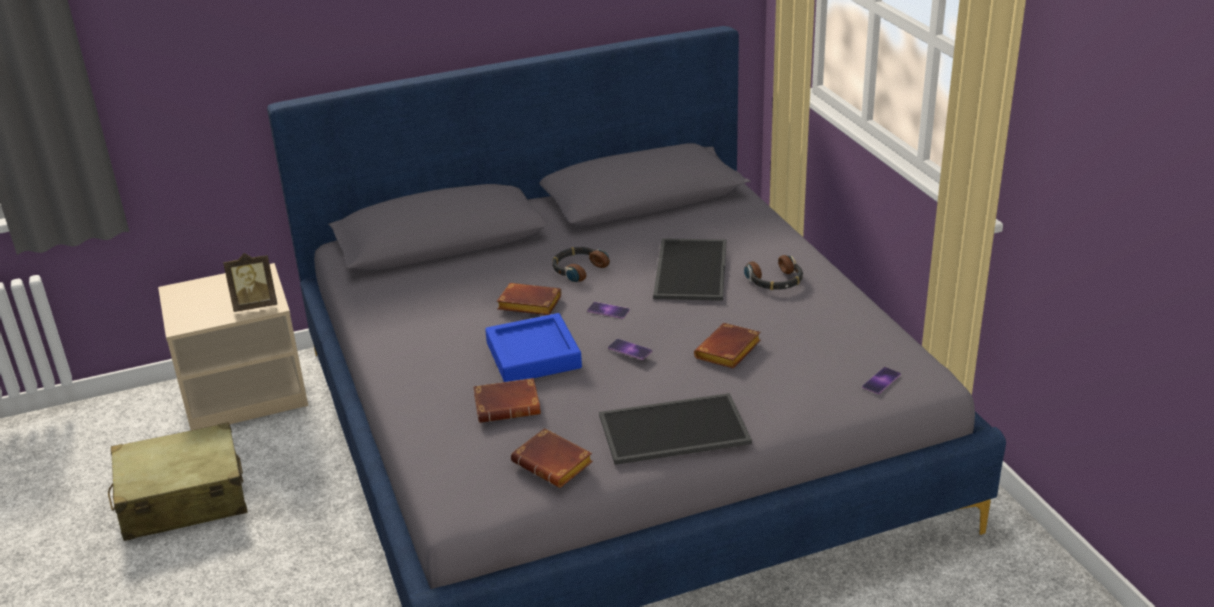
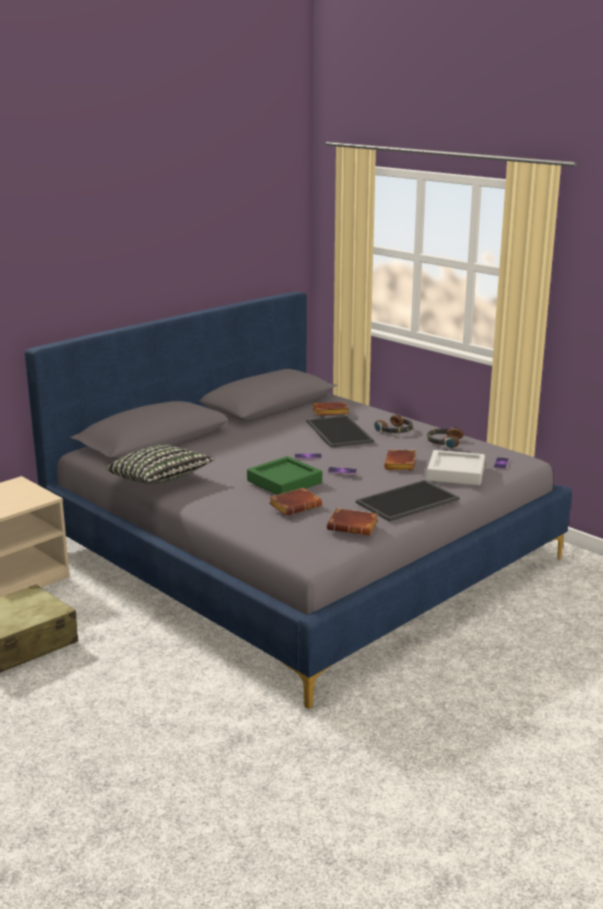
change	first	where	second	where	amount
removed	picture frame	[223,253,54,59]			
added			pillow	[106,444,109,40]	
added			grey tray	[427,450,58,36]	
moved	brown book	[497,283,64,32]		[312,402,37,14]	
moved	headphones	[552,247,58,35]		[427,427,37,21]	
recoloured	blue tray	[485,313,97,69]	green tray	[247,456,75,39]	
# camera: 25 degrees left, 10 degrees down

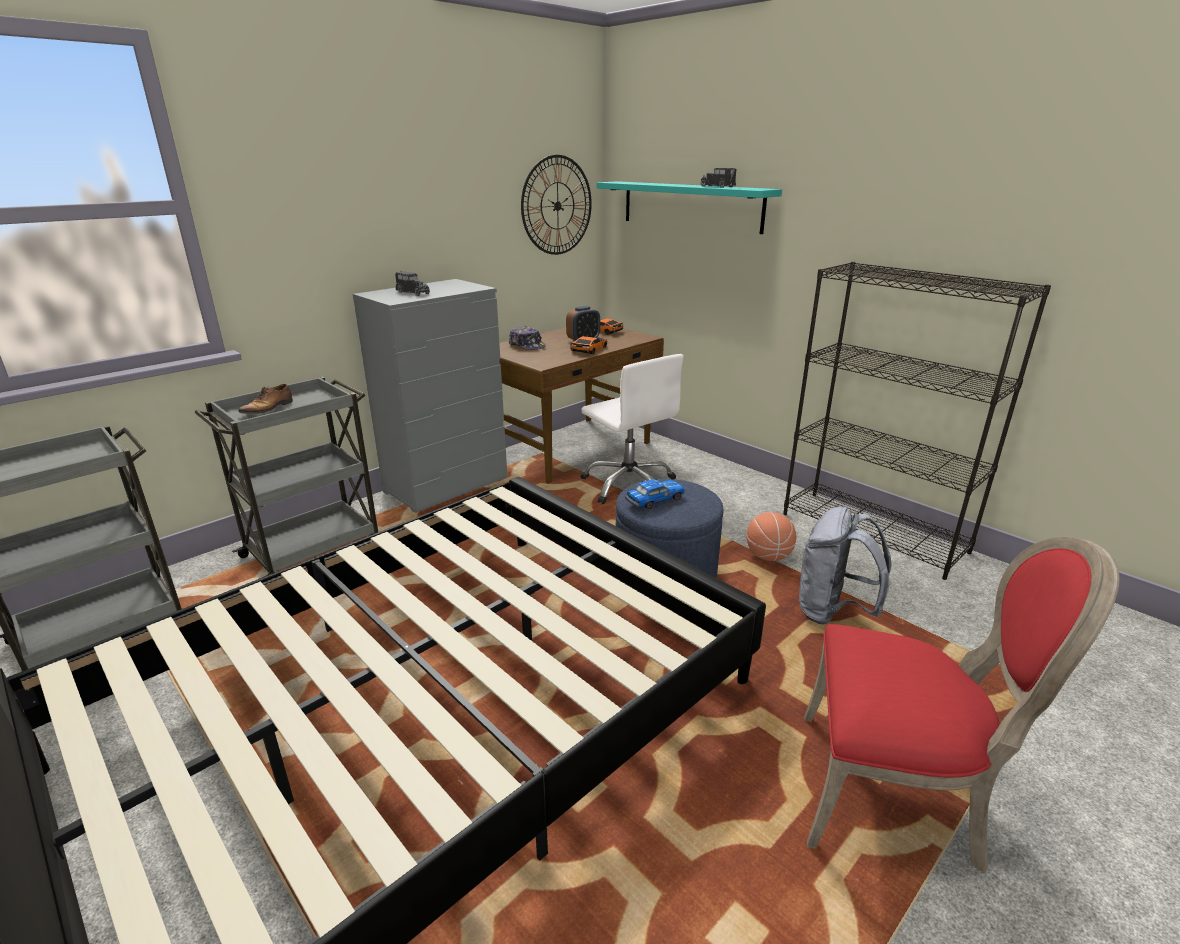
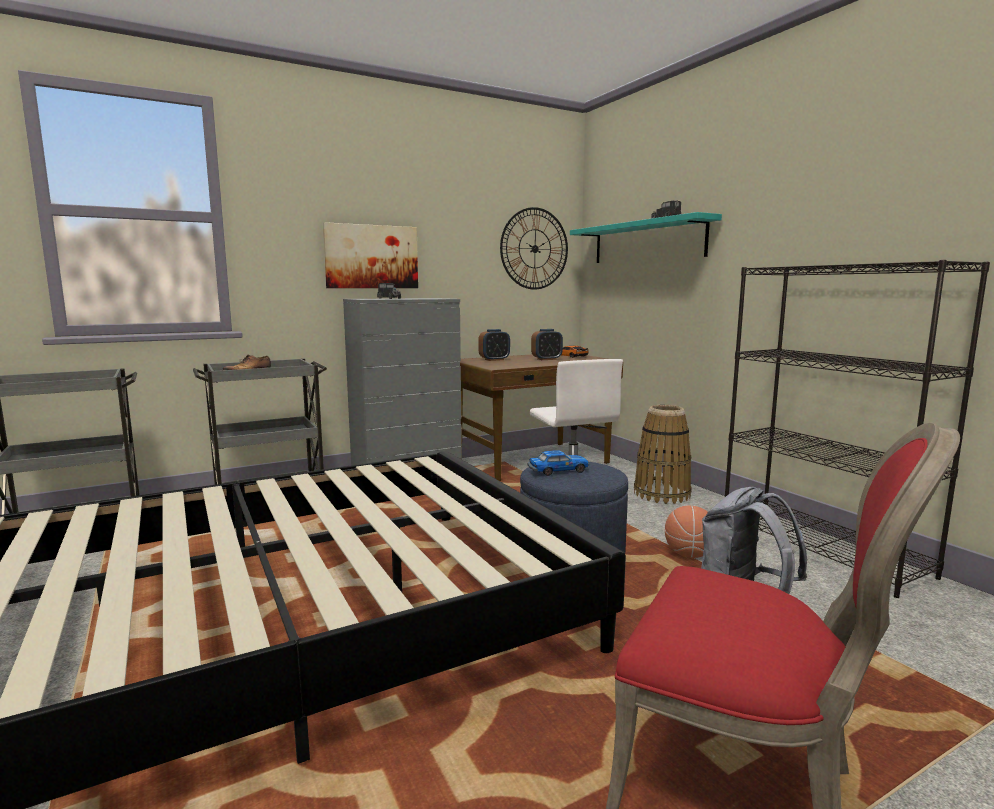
change	first	where	second	where	amount
removed	toy car	[570,336,37,18]			
added			picture	[323,222,95,66]	
added			basket	[634,405,58,99]	
replaced	cap	[509,327,37,23]	alarm clock	[478,329,32,32]	
# camera: 15 degrees right, 15 degrees down

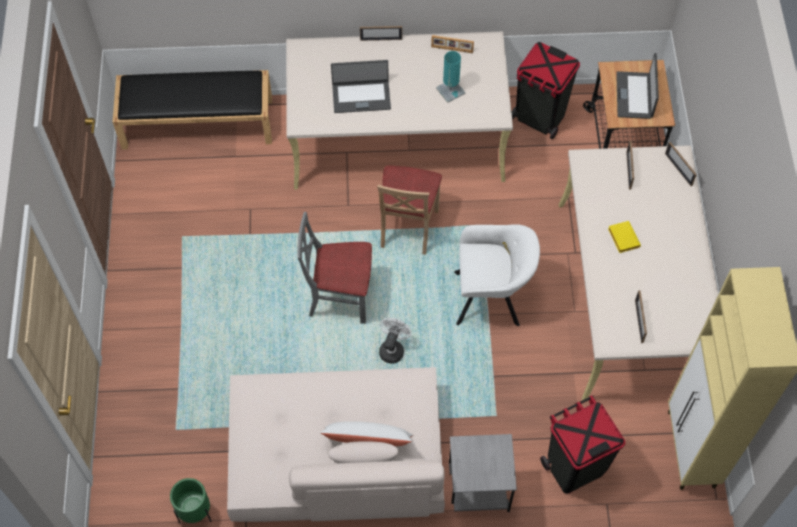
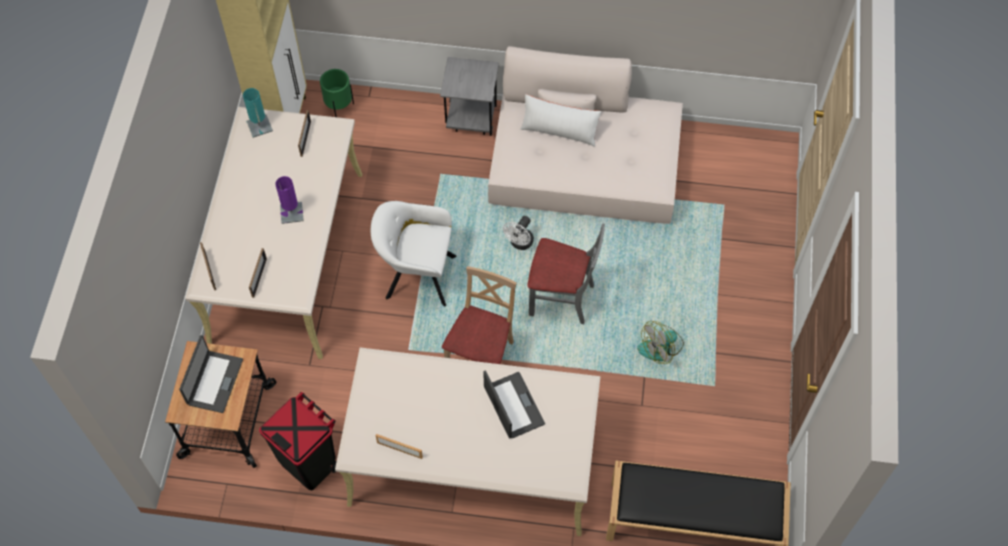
change	first	where	second	where	amount
removed	picture frame	[360,26,42,15]			
removed	black trash can	[540,395,85,99]			
added			fan	[637,321,47,43]	
moved	green planter	[170,478,42,45]		[320,69,34,48]	
moved	turquoise table lamp	[436,51,30,52]		[243,88,30,50]	
replaced	yellow book	[608,221,33,32]	purple table lamp	[275,176,29,48]	
turned	laptop	[331,60,60,53]		[483,370,62,68]	60 degrees clockwise
# camera: 170 degrees left, 0 degrees up

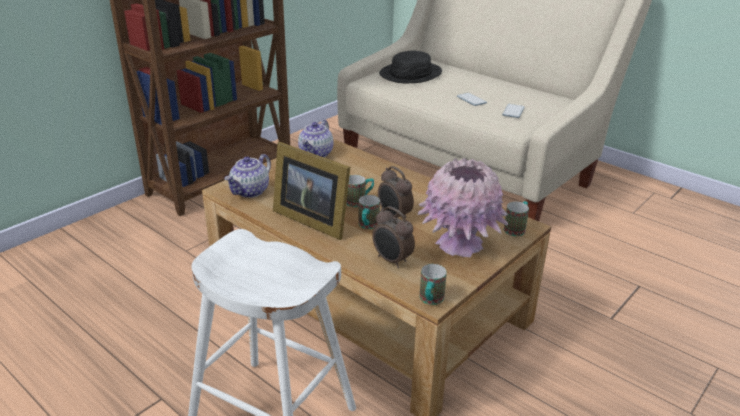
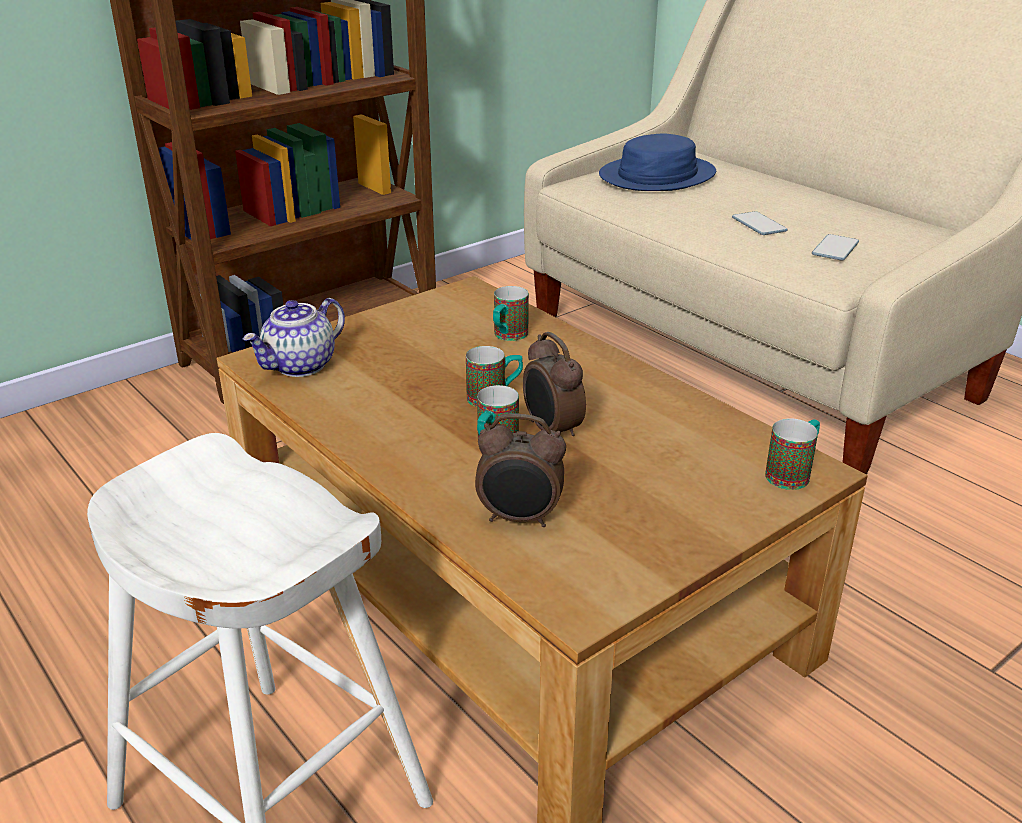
change	first	where	second	where	amount
removed	picture frame	[273,142,77,98]			
removed	teapot	[298,120,35,38]			
removed	pink vase	[418,158,90,99]			
moved	mug	[420,264,27,41]		[493,286,36,55]	
recoloured	black hat	[379,50,63,33]	blue hat	[599,133,117,58]	
turned	alarm clock	[372,206,43,62]		[475,413,91,114]	45 degrees counterclockwise
# camera: 10 degrees right, 0 degrees up

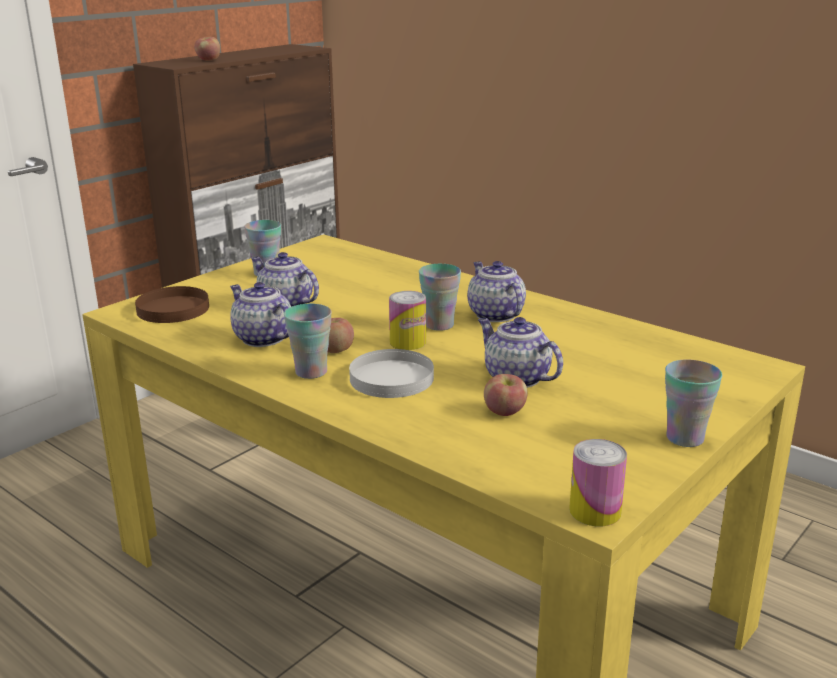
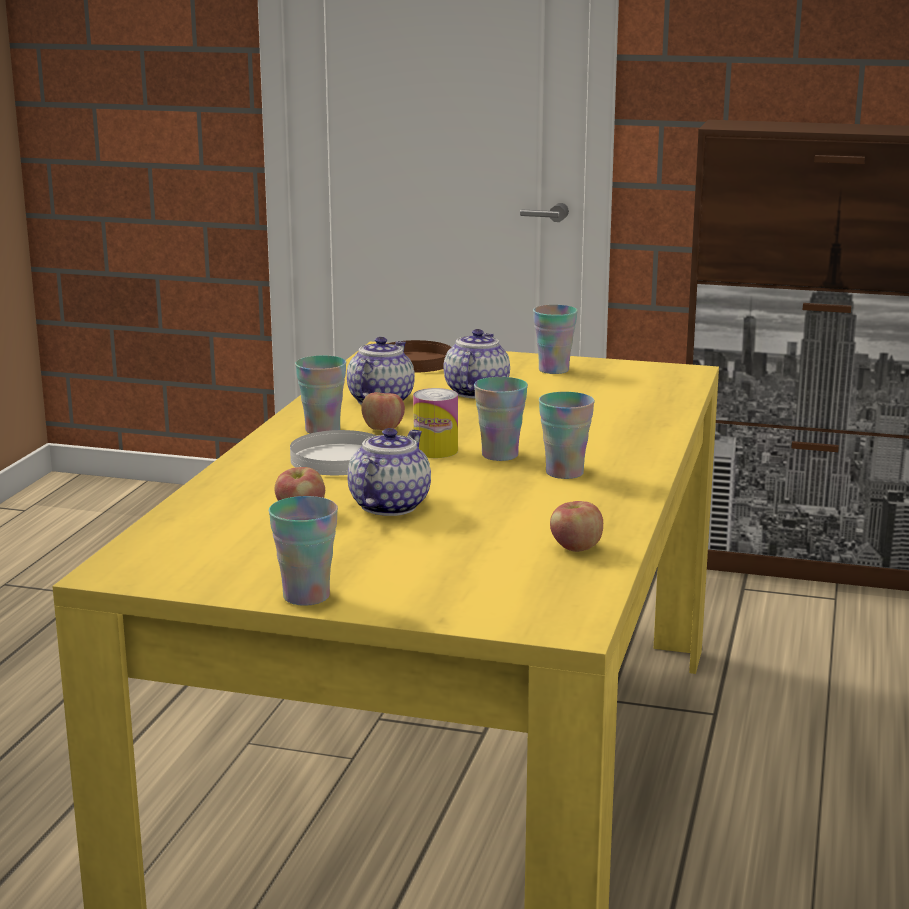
change	first	where	second	where	amount
removed	can	[569,439,58,87]			
moved	apple	[194,37,26,24]		[550,501,53,51]	
replaced	teapot	[467,261,59,61]	cup	[539,392,56,87]	
# camera: 65 degrees right, 5 degrees down

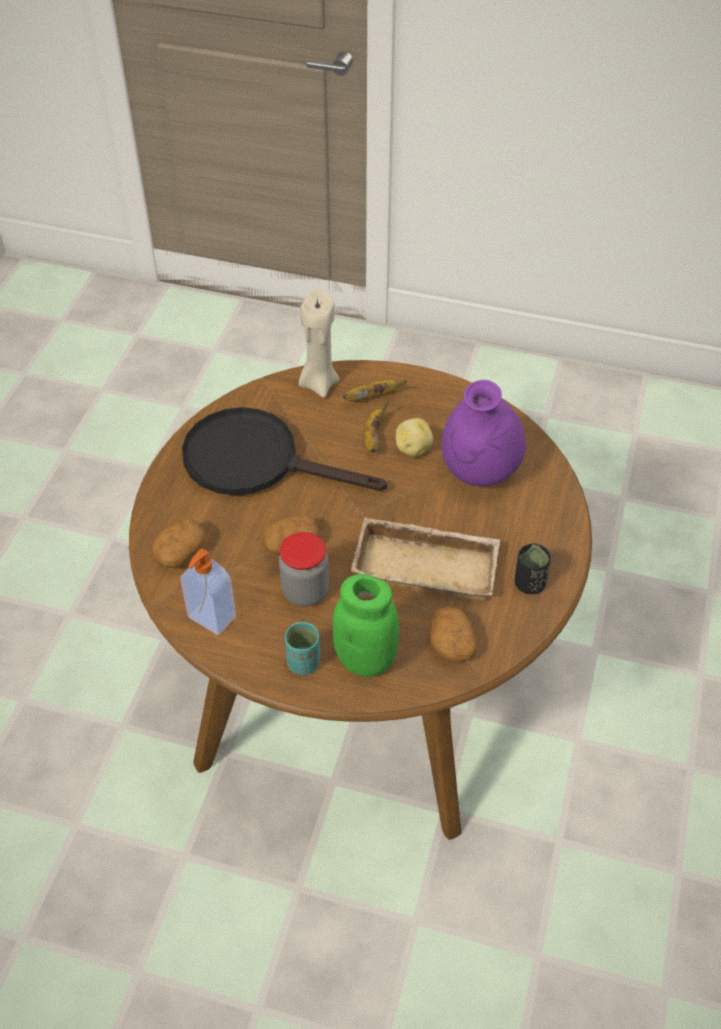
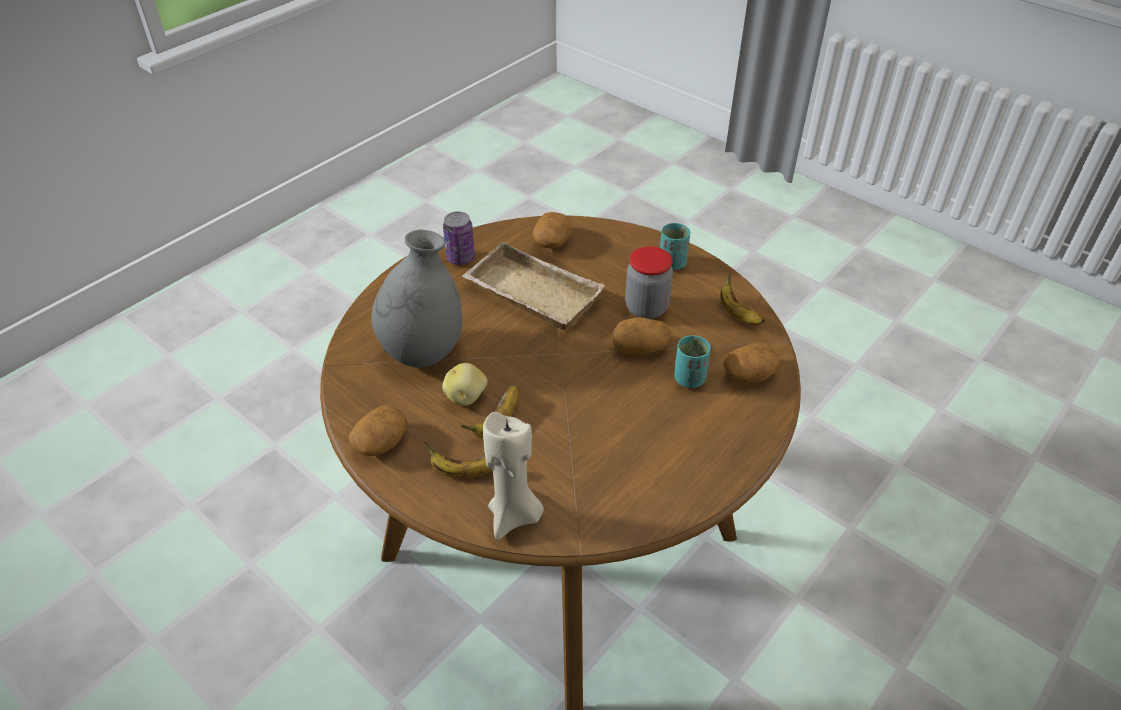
change	first	where	second	where	amount
removed	black frying pan	[182,407,205,89]			
removed	green jar	[333,574,66,103]			
added			potato	[349,405,58,51]	
added			turquoise cup	[674,335,37,53]	
replaced	soap dispenser	[180,548,56,87]	banana	[720,273,45,52]	
replaced	black cup	[515,544,36,50]	can	[443,211,32,54]	
recoloured	purple vase	[441,380,85,106]	grey vase	[371,230,91,138]	
# camera: 155 degrees left, 5 degrees down

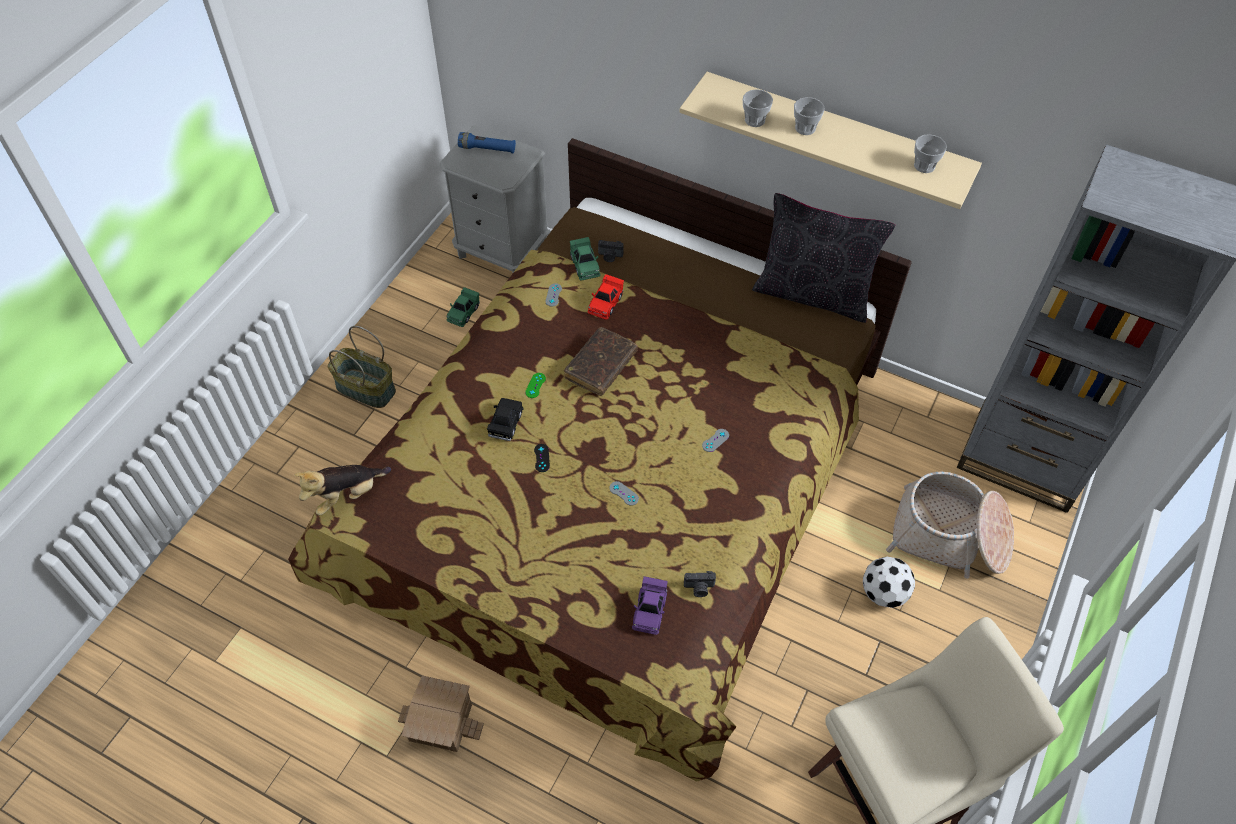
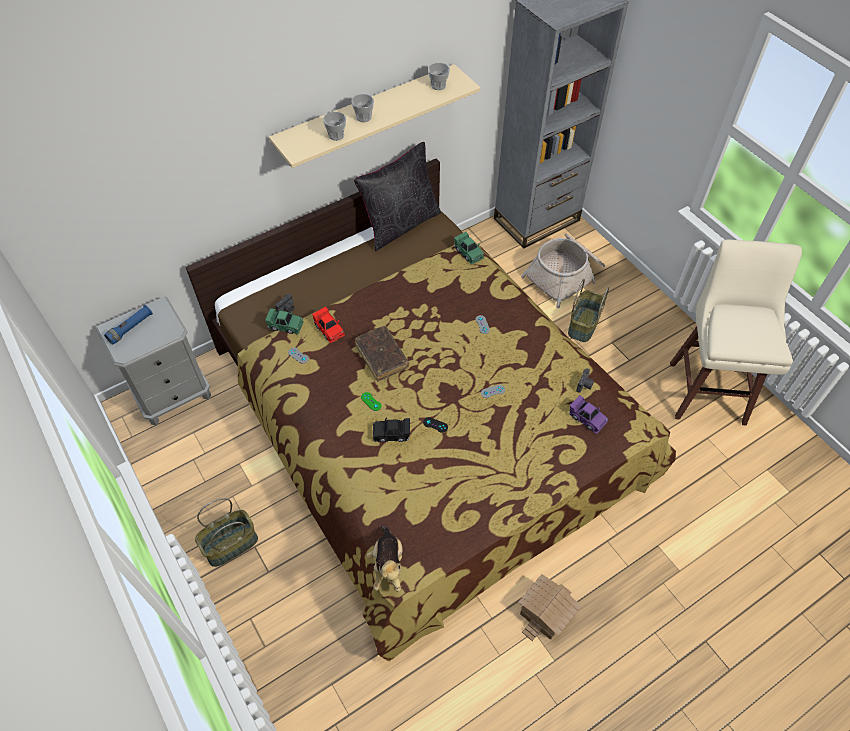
change	first	where	second	where	amount
moved	green toy car	[447,287,33,40]		[454,232,30,32]	
replaced	football	[863,557,52,51]	basket	[568,279,41,63]	
turned	black toy car	[487,398,37,43]		[373,417,37,25]	45 degrees counterclockwise
# camera: 60 degrees left, 0 degrees up

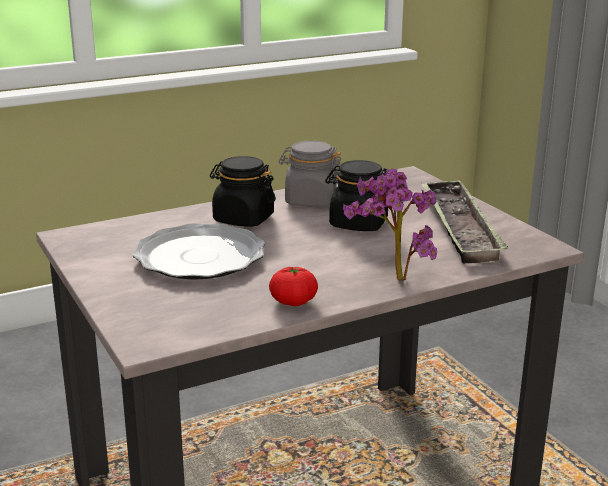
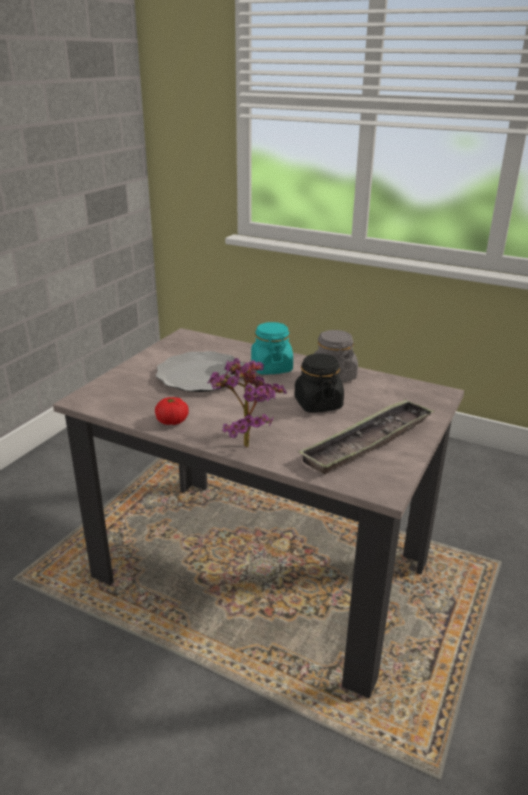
change	first	where	second	where	amount
recoloured	black jar	[210,156,66,71]	turquoise jar	[251,322,42,52]	
# camera: 55 degrees right, 5 degrees up

